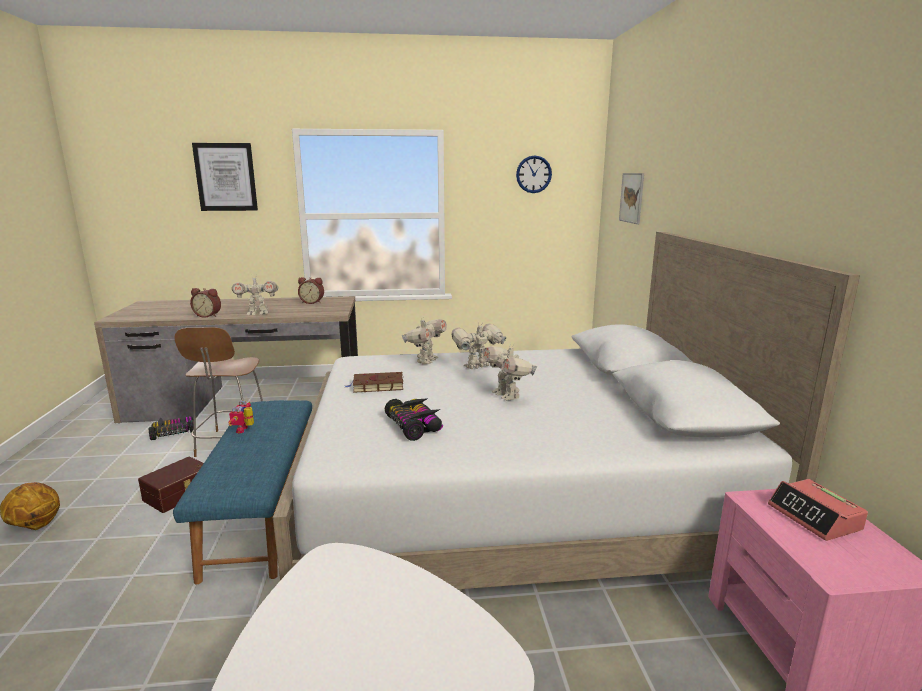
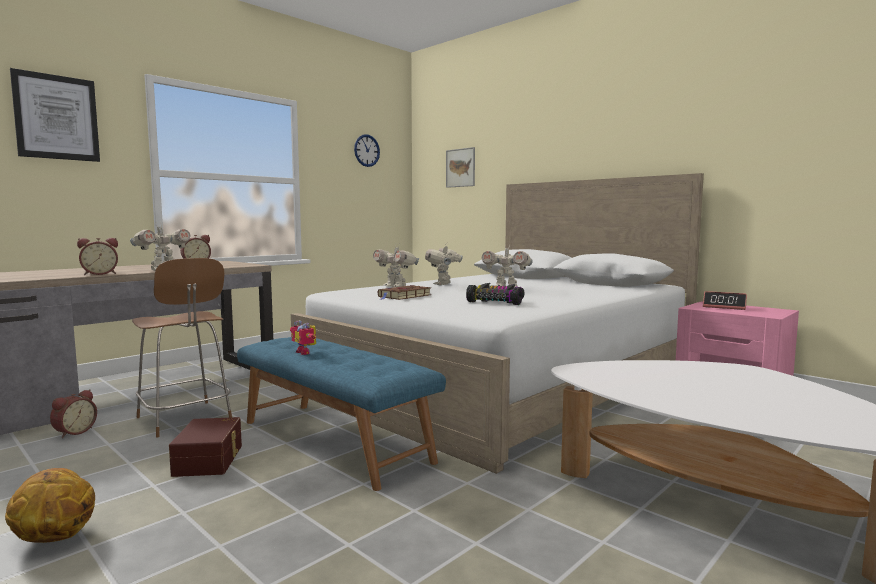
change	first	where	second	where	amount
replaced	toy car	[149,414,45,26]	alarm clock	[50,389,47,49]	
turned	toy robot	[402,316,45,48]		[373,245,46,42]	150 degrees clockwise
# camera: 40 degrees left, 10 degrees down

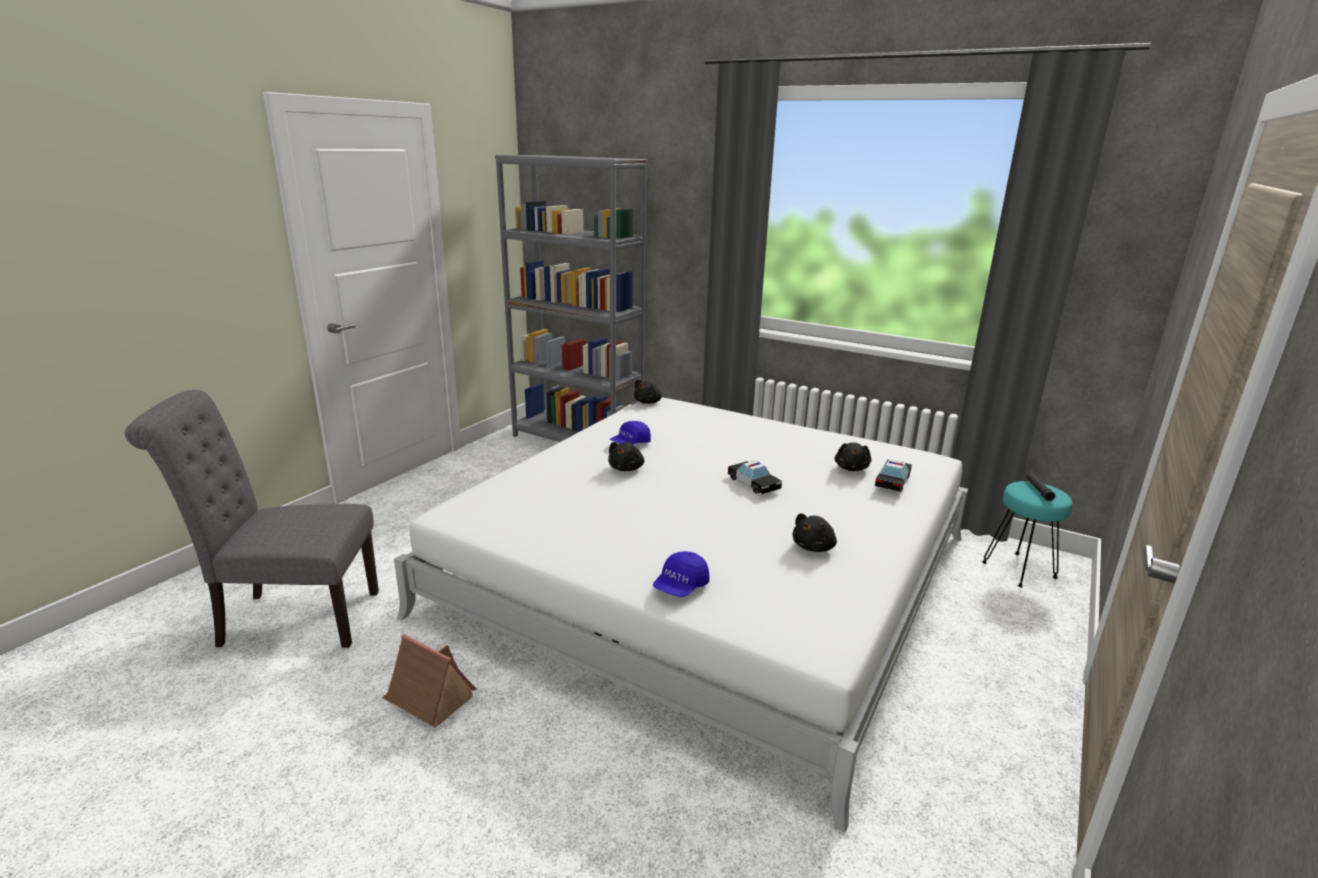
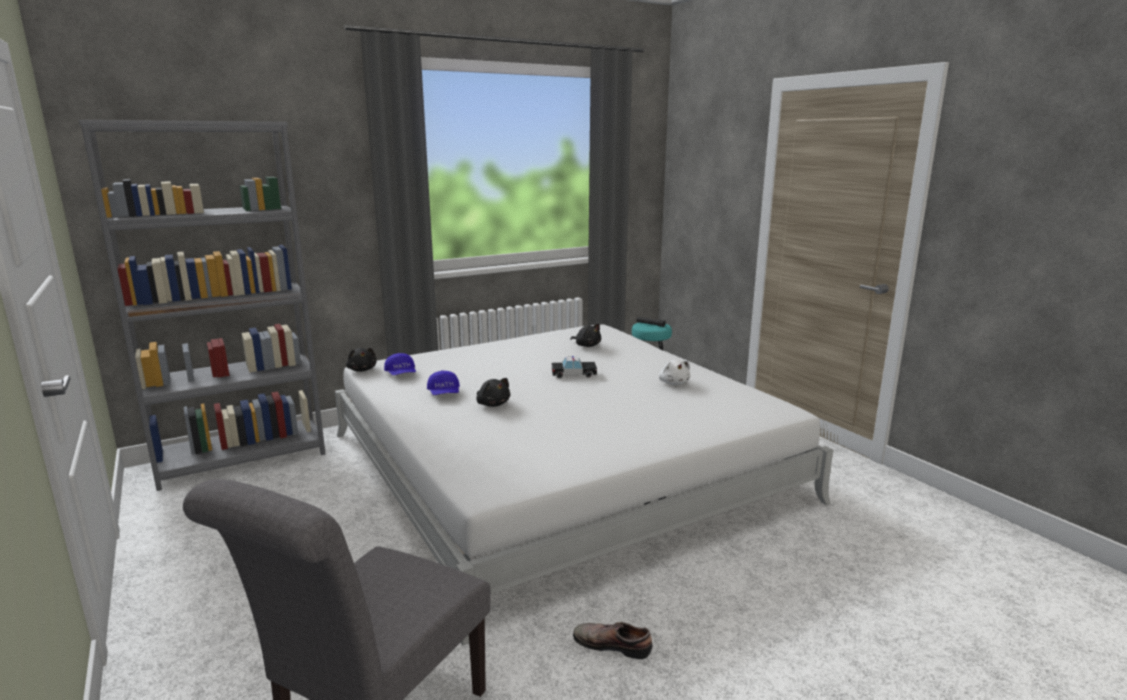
change	first	where	second	where	amount
removed	toy car	[875,459,37,33]			
moved	blue cap	[653,551,57,46]		[384,353,32,22]	
replaced	toy house	[382,634,95,94]	shoe	[573,622,79,37]	
recoloured	black plush toy	[792,513,45,39]	white plush toy	[659,360,31,25]	
# camera: 60 degrees left, 5 degrees down

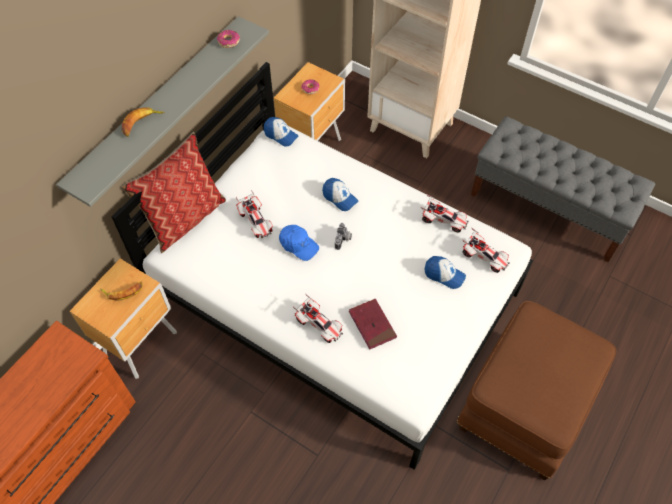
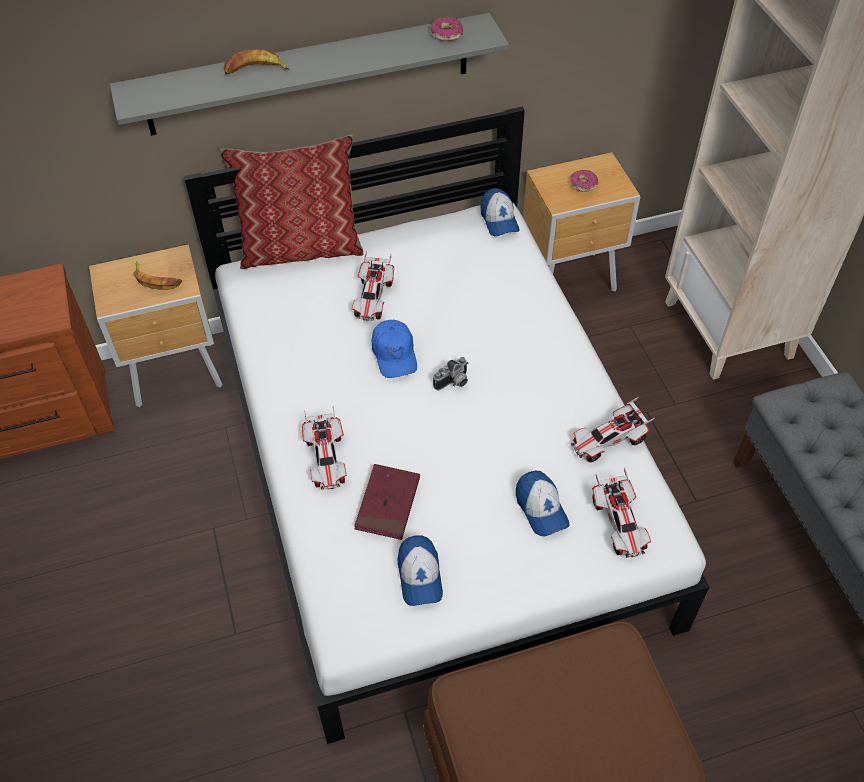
change	first	where	second	where	amount
moved	cap	[322,178,36,33]		[398,535,45,71]	
turned	toy car	[421,194,48,39]		[571,397,84,65]	90 degrees clockwise
# camera: 40 degrees right, 5 degrees down

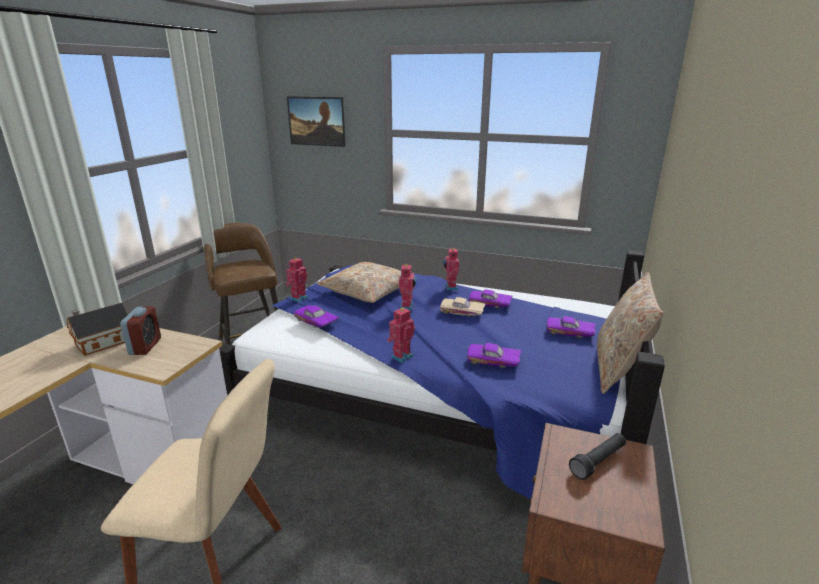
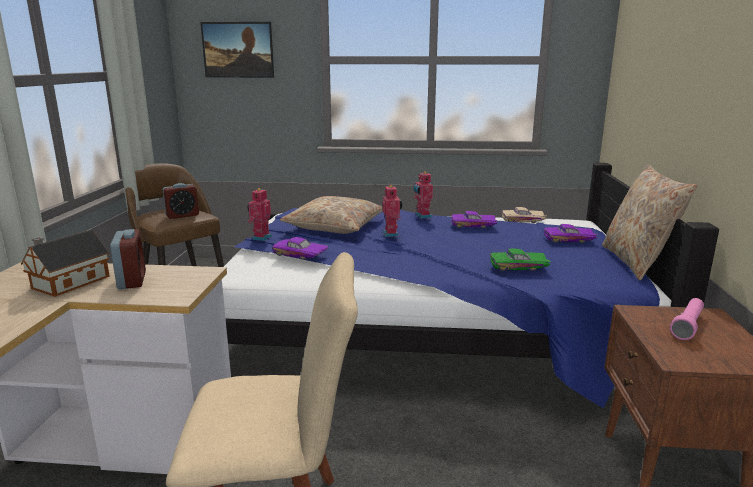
change	first	where	second	where	amount
removed	toy robot	[387,307,28,56]			
added			alarm clock	[163,183,36,36]	
moved	beige toy car	[440,297,45,20]		[502,207,46,16]	
recoloured	purple toy car	[467,343,54,25]	green toy car	[490,248,61,23]	
recoloured	black flashlight	[569,433,57,47]	pink flashlight	[670,298,34,42]	
# camera: 15 degrees left, 5 degrees down

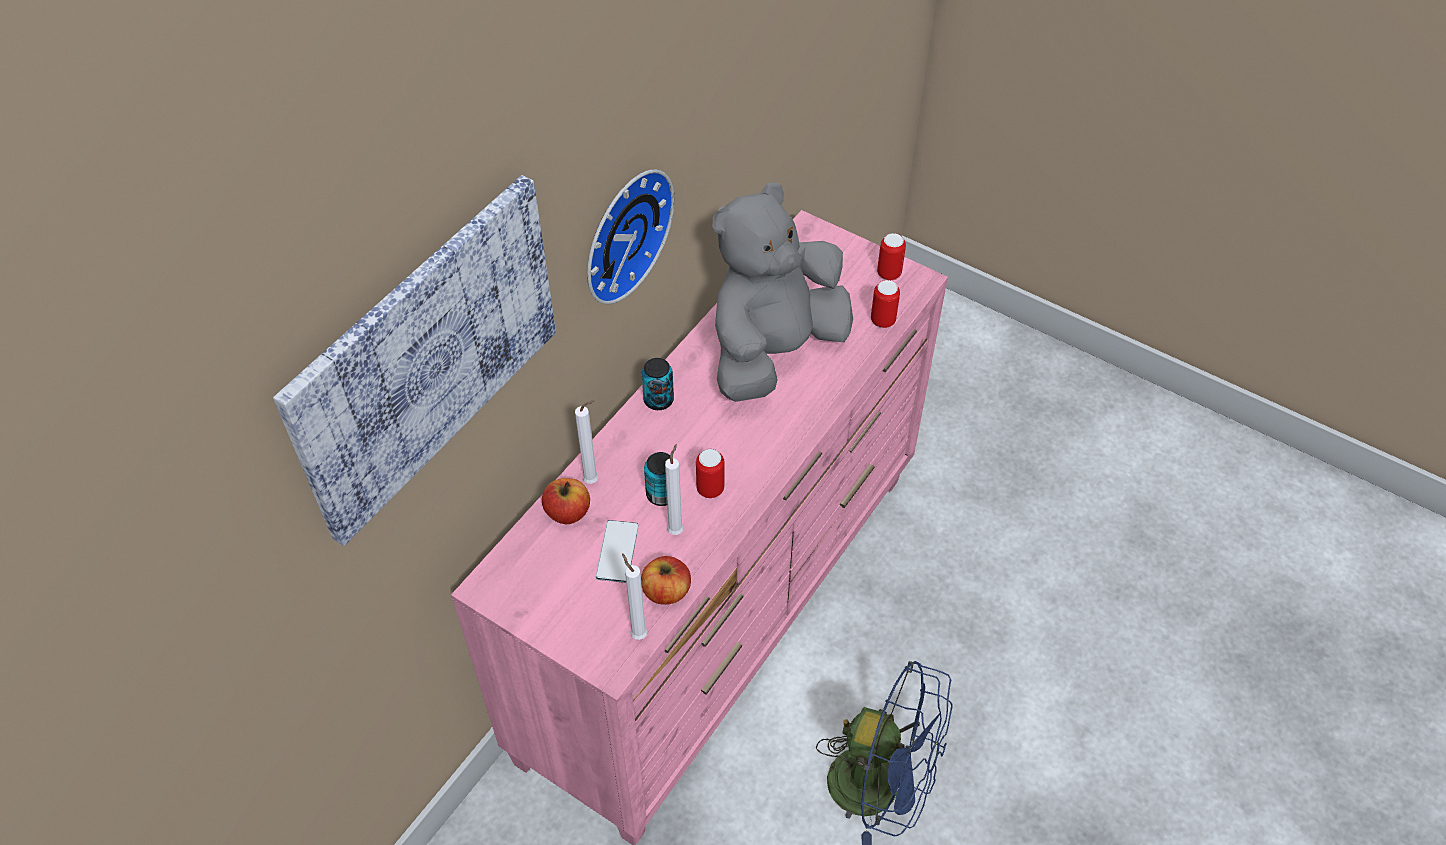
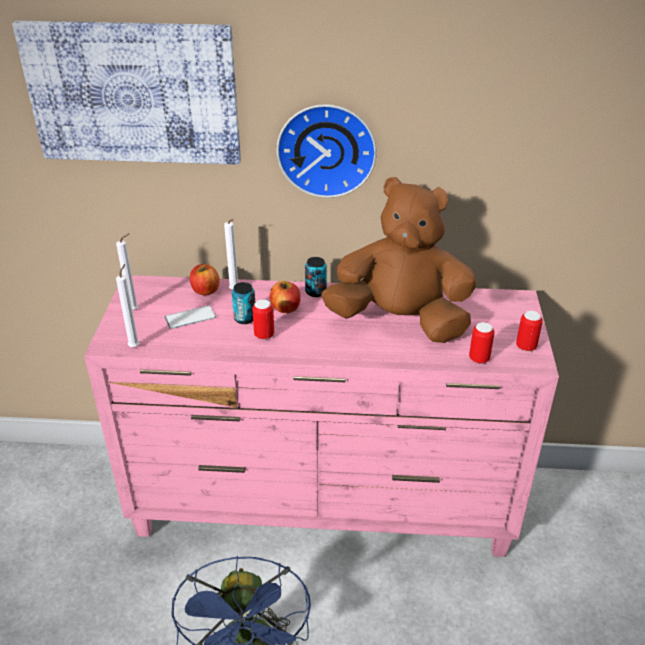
change	first	where	second	where	amount
moved	apple	[641,556,50,49]		[270,281,31,32]	
moved	white candle	[665,444,19,91]		[116,233,22,77]	
recoloured	grey plush toy	[713,183,140,219]	brown plush toy	[321,177,156,166]	
# camera: 60 degrees right, 15 degrees down

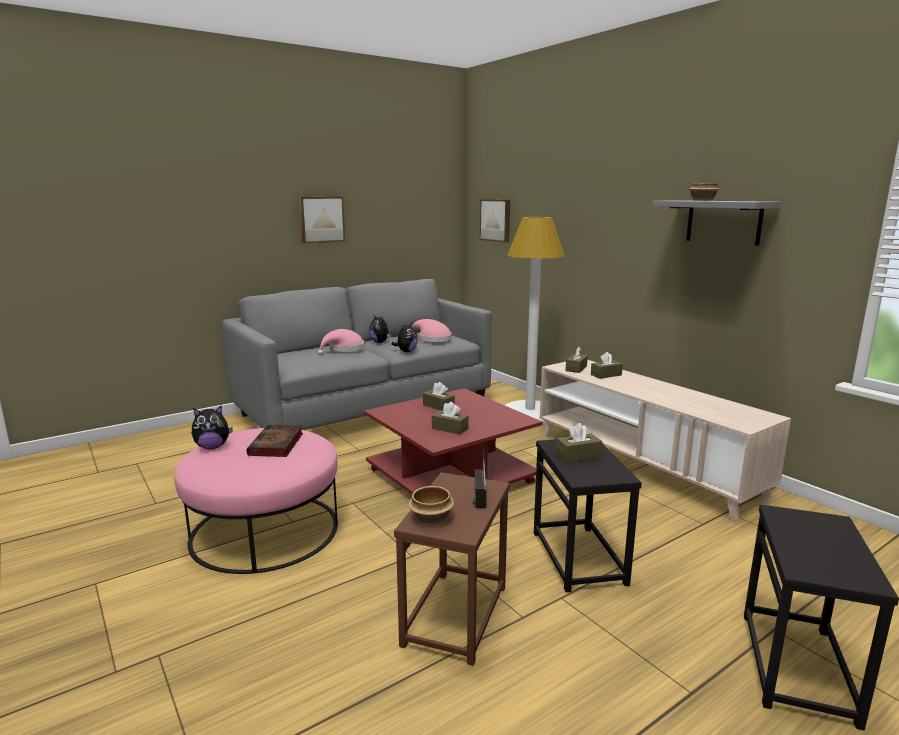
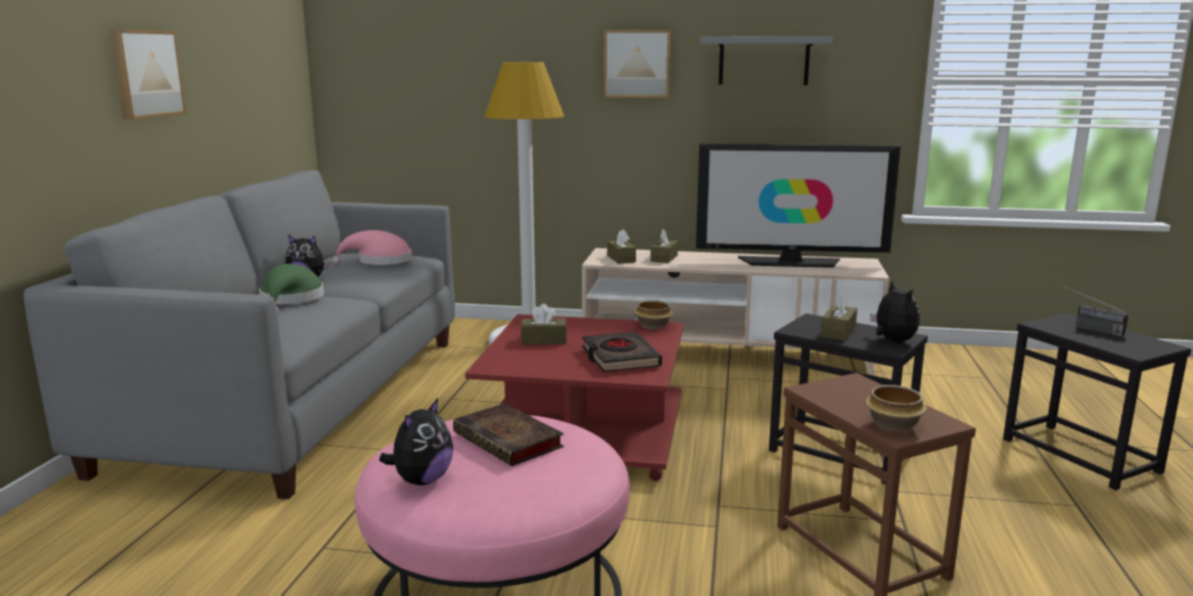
change	first	where	second	where	amount
added			television	[696,144,205,124]	
moved	plush toy	[392,323,26,29]		[870,281,50,61]	
moved	radio	[473,451,13,57]		[1060,285,68,52]	
moved	picture	[480,199,30,43]		[604,30,67,68]	
moved	bowl	[689,183,31,18]		[634,300,39,30]	
replaced	brown tissue box	[432,402,37,33]	black book	[582,332,80,40]	
recoloured	pink hat	[318,329,46,26]	green hat	[259,264,65,49]	
# camera: 45 degrees left, 0 degrees up

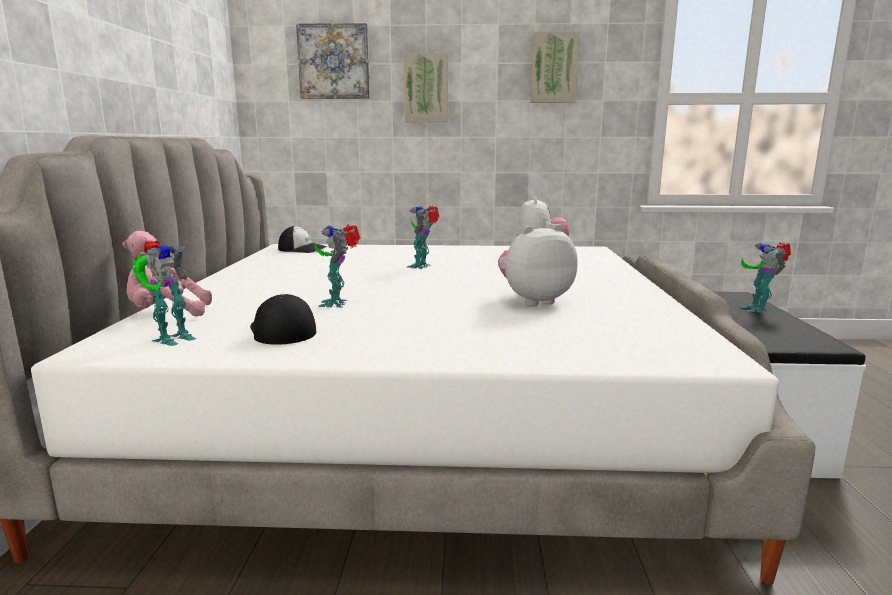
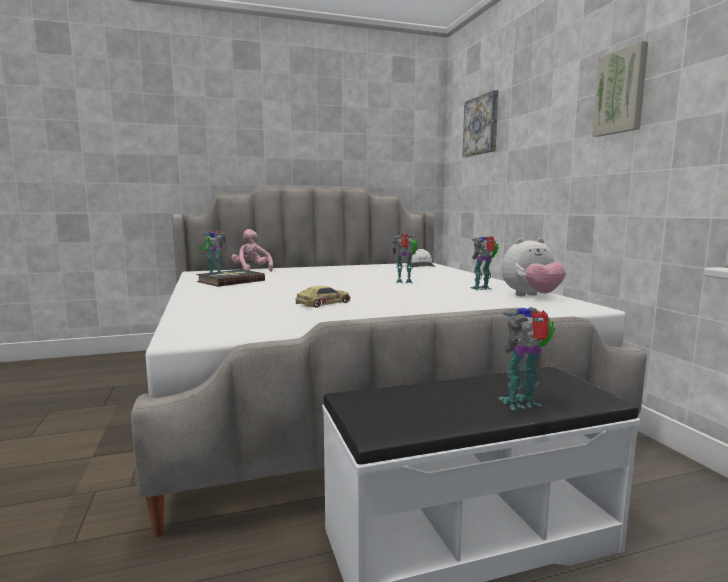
change	first	where	second	where	amount
removed	picture	[403,53,45,69]			
moved	toy robot	[315,224,46,84]		[470,237,29,53]	
replaced	cap	[250,294,66,51]	book	[196,269,69,18]	
replaced	plush toy	[498,224,80,82]	toy car	[296,286,55,22]	
# camera: 70 degrees right, 5 degrees down

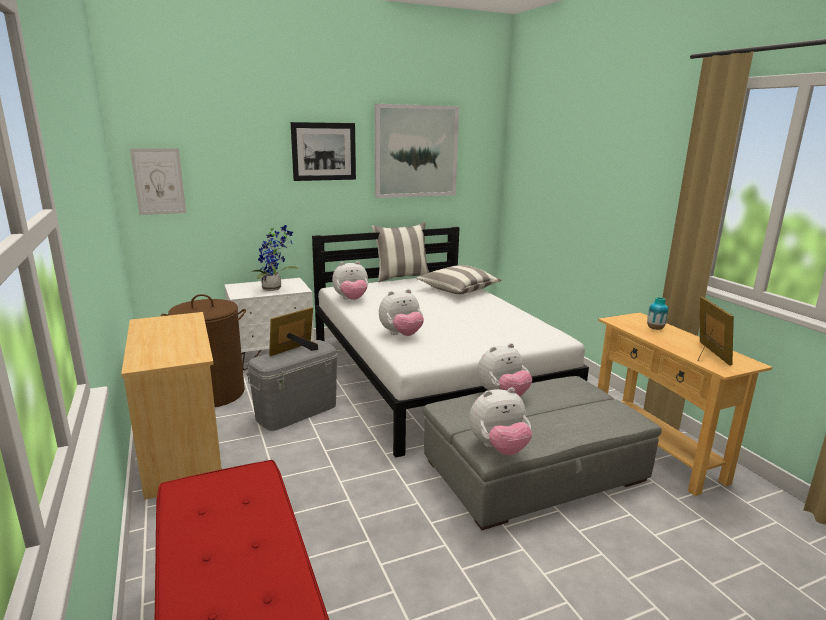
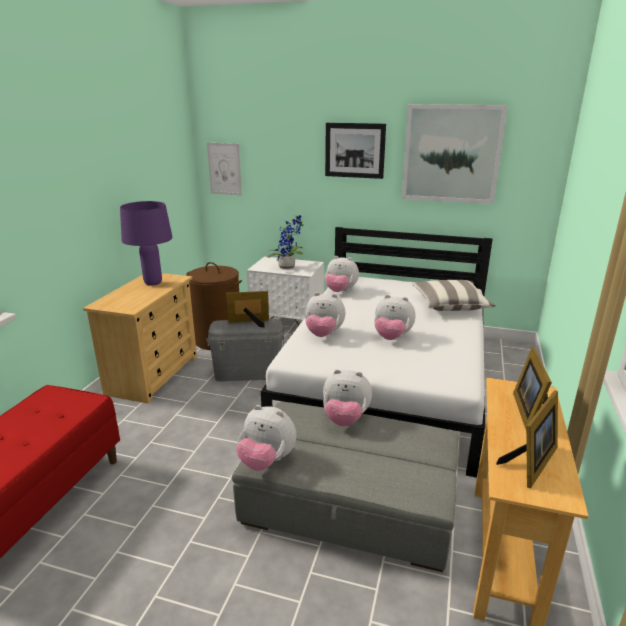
change	first	where	second	where	amount
removed	pillow	[372,222,58,60]			
added			purple table lamp	[120,201,53,85]	
added			plush toy	[374,295,42,45]	
replaced	vase	[647,297,21,33]	picture frame	[513,347,39,82]	
# camera: 40 degrees right, 5 degrees up

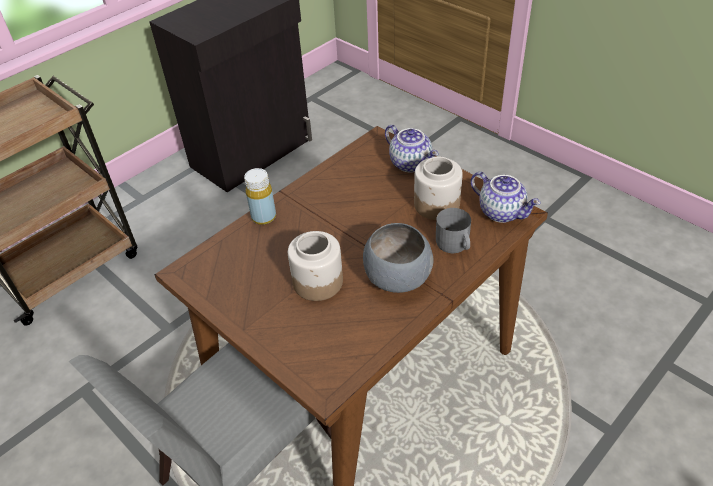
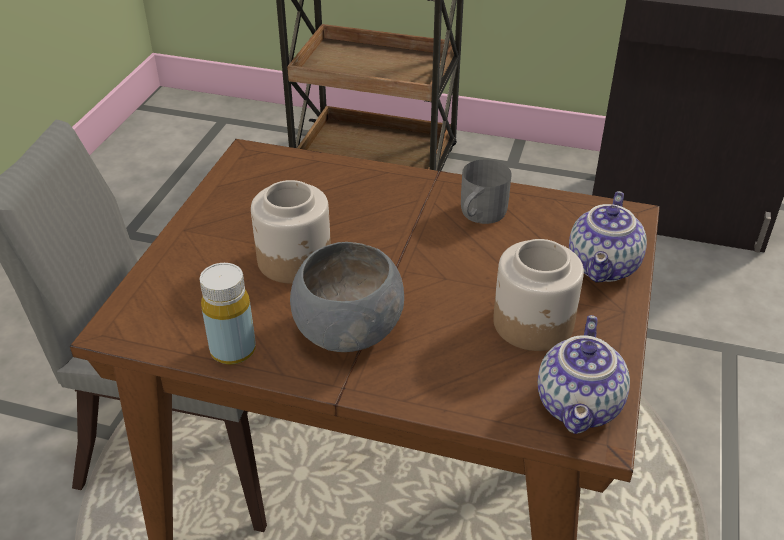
change	first	where	second	where	amount
moved	yellow bottle	[244,168,32,57]		[200,263,56,102]	
moved	grey mug	[436,208,35,45]		[461,160,51,64]	
# camera: 60 degrees right, 5 degrees down

